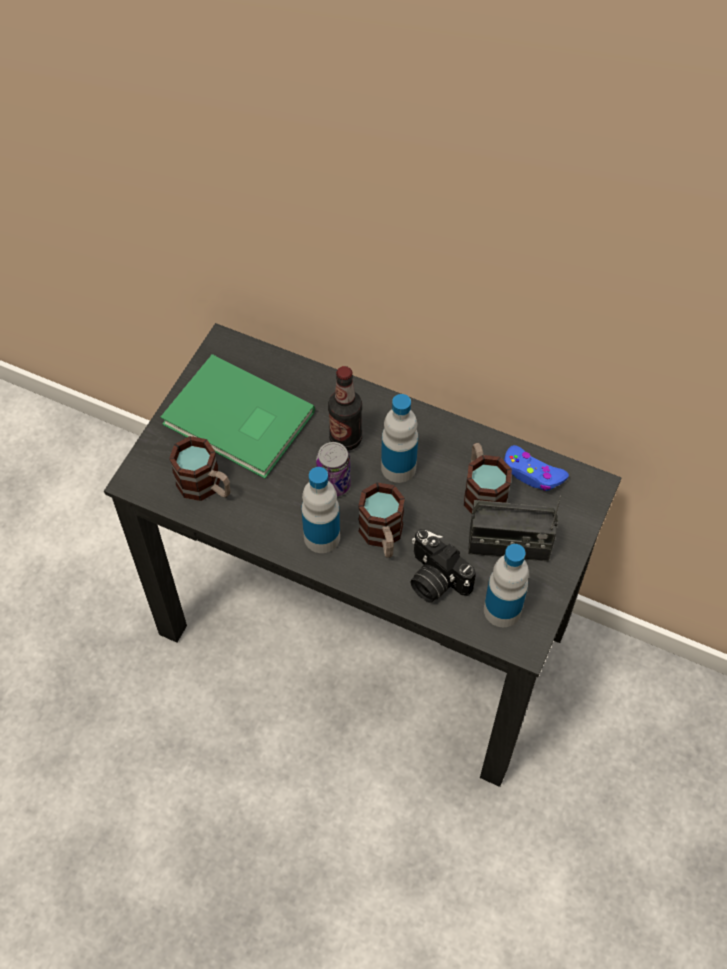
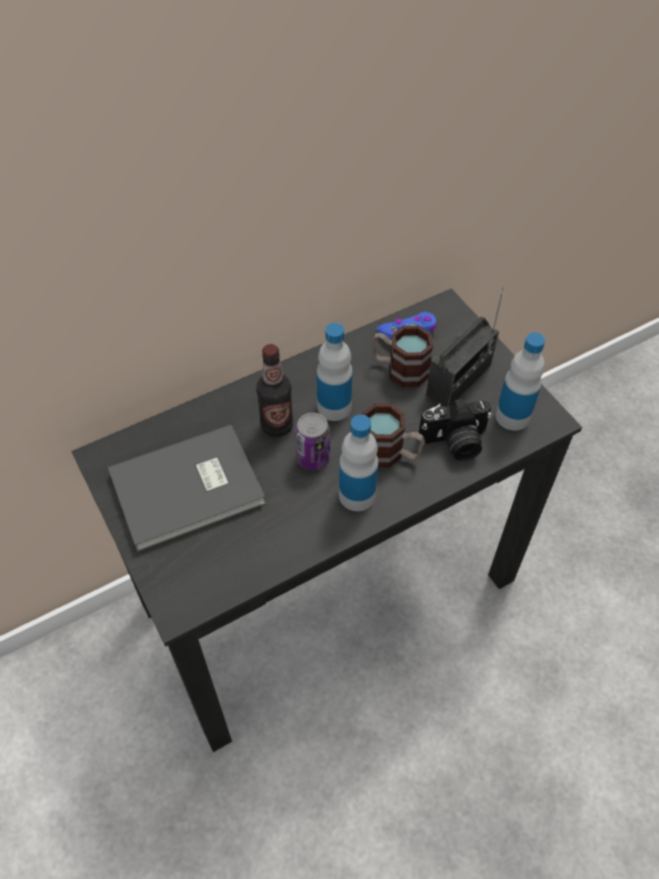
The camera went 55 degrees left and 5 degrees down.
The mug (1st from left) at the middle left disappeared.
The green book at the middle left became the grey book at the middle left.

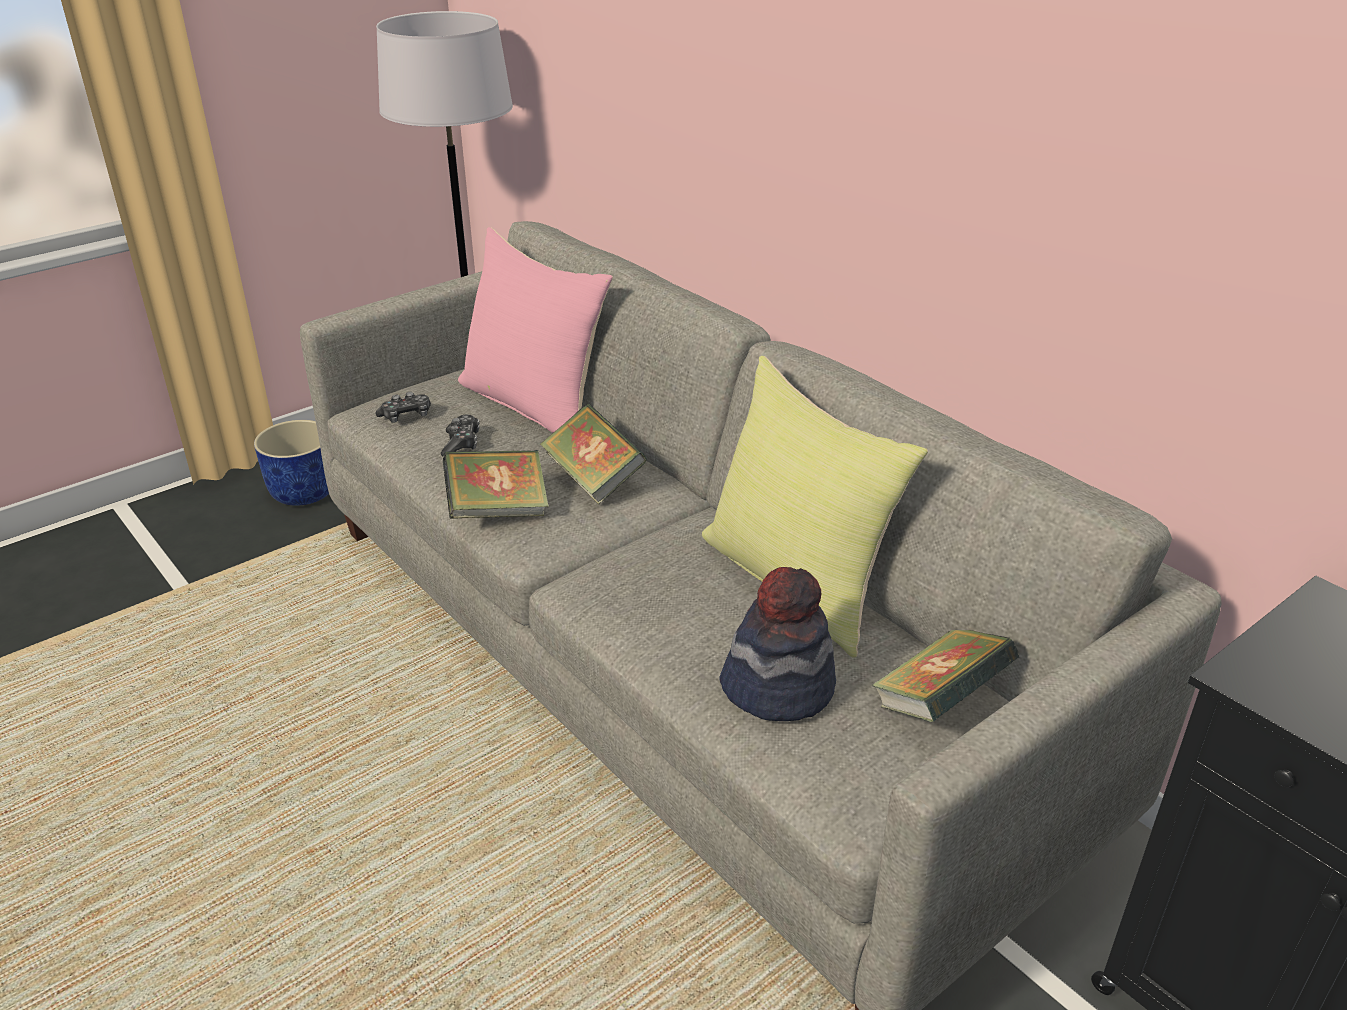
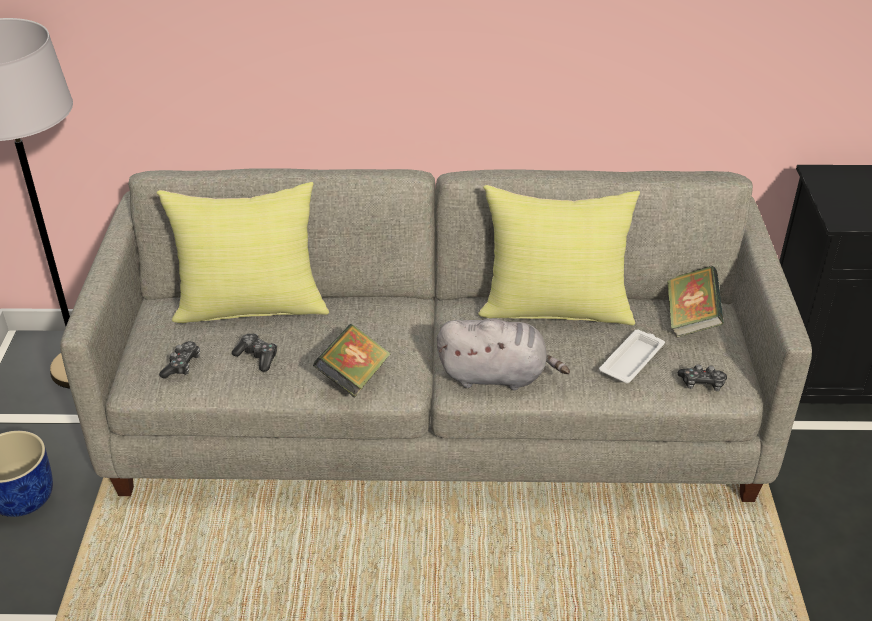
The camera went 50 degrees left and 5 degrees up.
The book (2nd from left) at the centre disappeared.
The grey plush toy at the centre appeared.
The game controller (3rd from left) at the middle right appeared.
The hat at the centre was replaced by the white tray at the middle right.
The pink pillow at the top centre became the yellow pillow (1st from left) at the middle left.

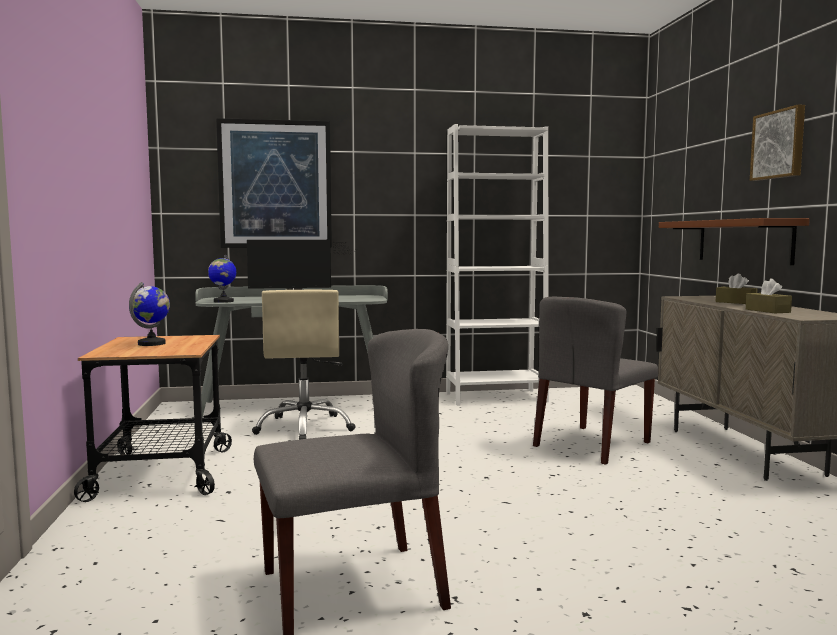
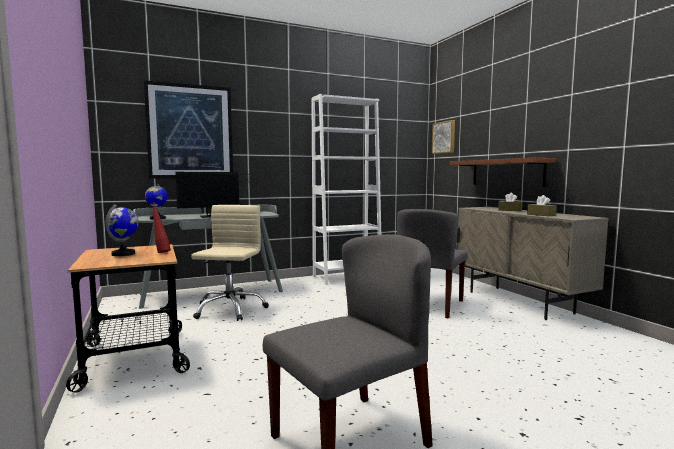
The camera went 15 degrees left and 0 degrees up.
The red bottle at the middle left appeared.
The picture (2nd from left) moved from the top right to the top centre.
The beige office chair at the centre turned 150 degrees counterclockwise.

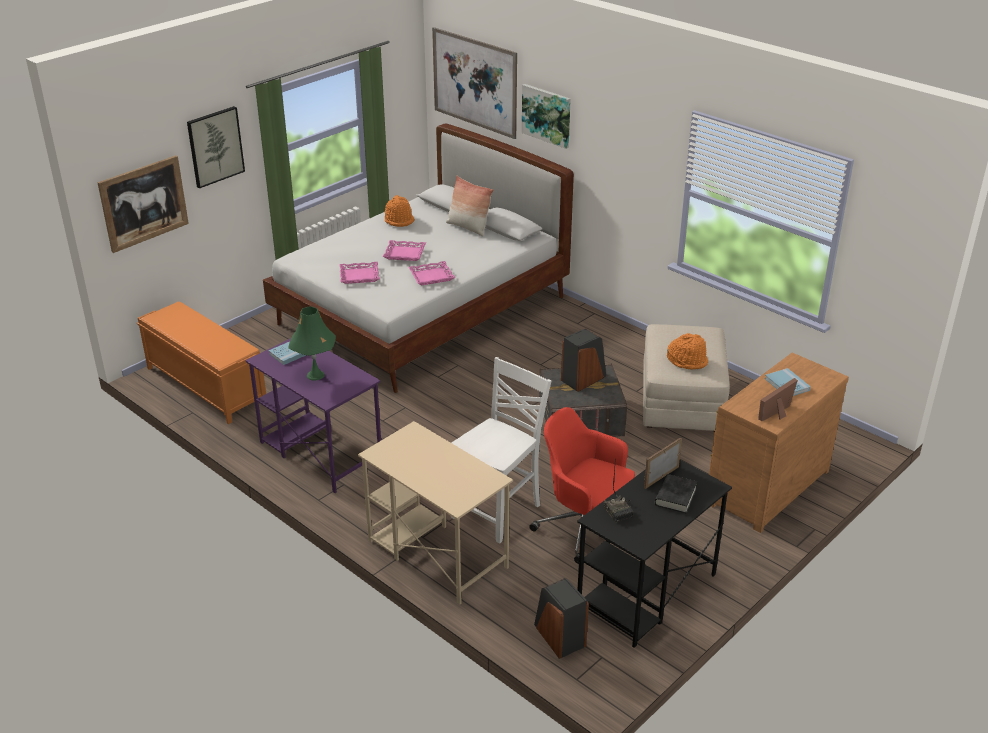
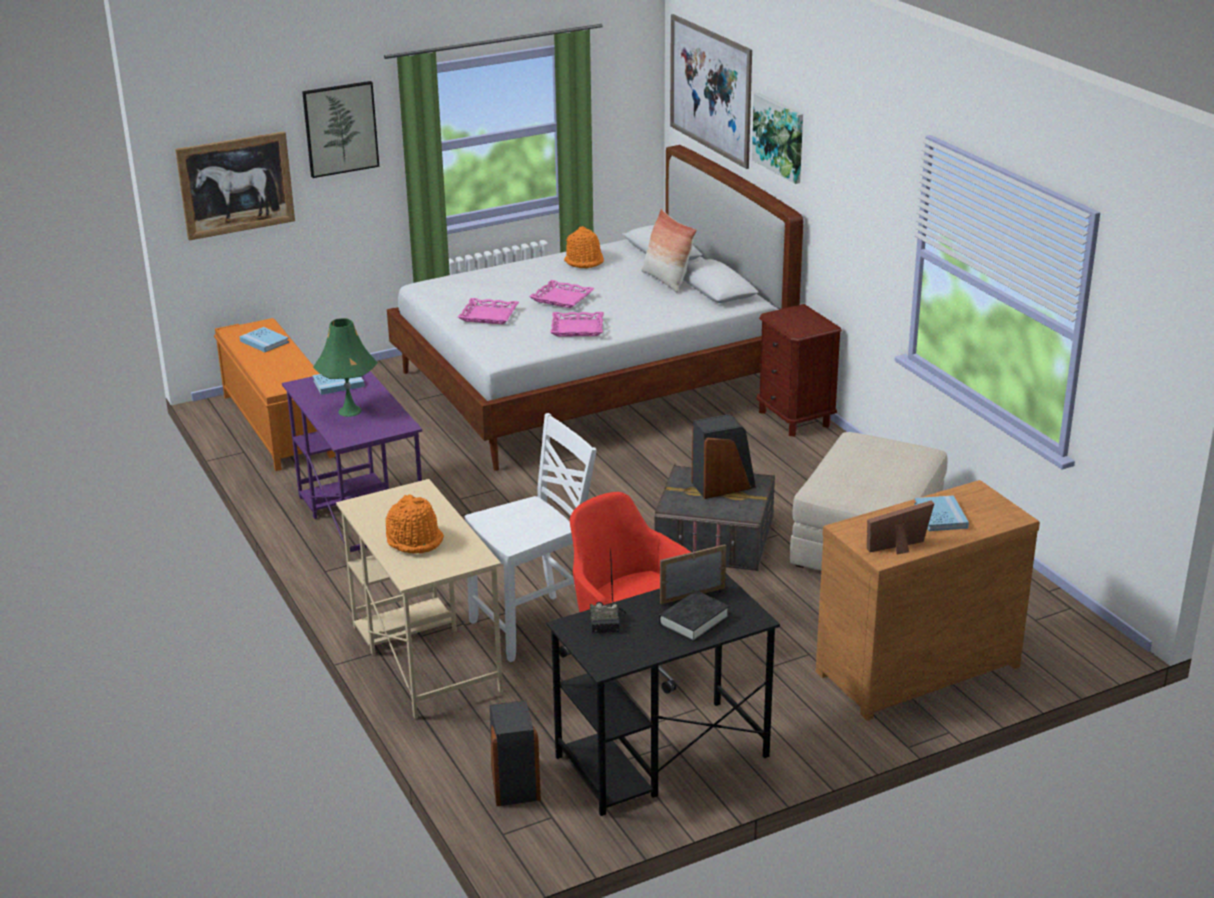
The camera went 20 degrees right and 5 degrees down.
The blue book (1st from left) at the middle left appeared.
The brown nightstand at the centre appeared.
The orange hat (2nd from left in the first image) moved from the middle right to the centre.

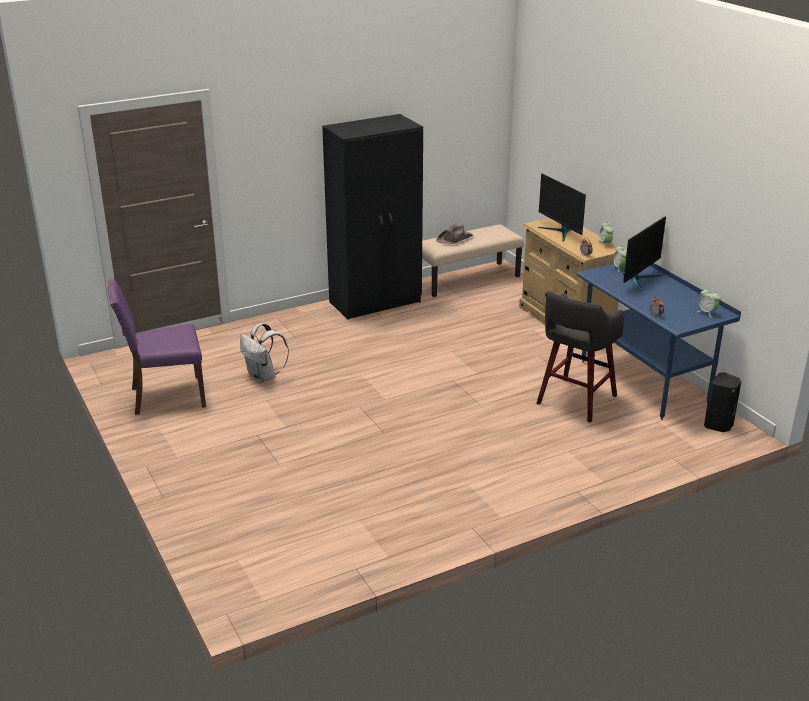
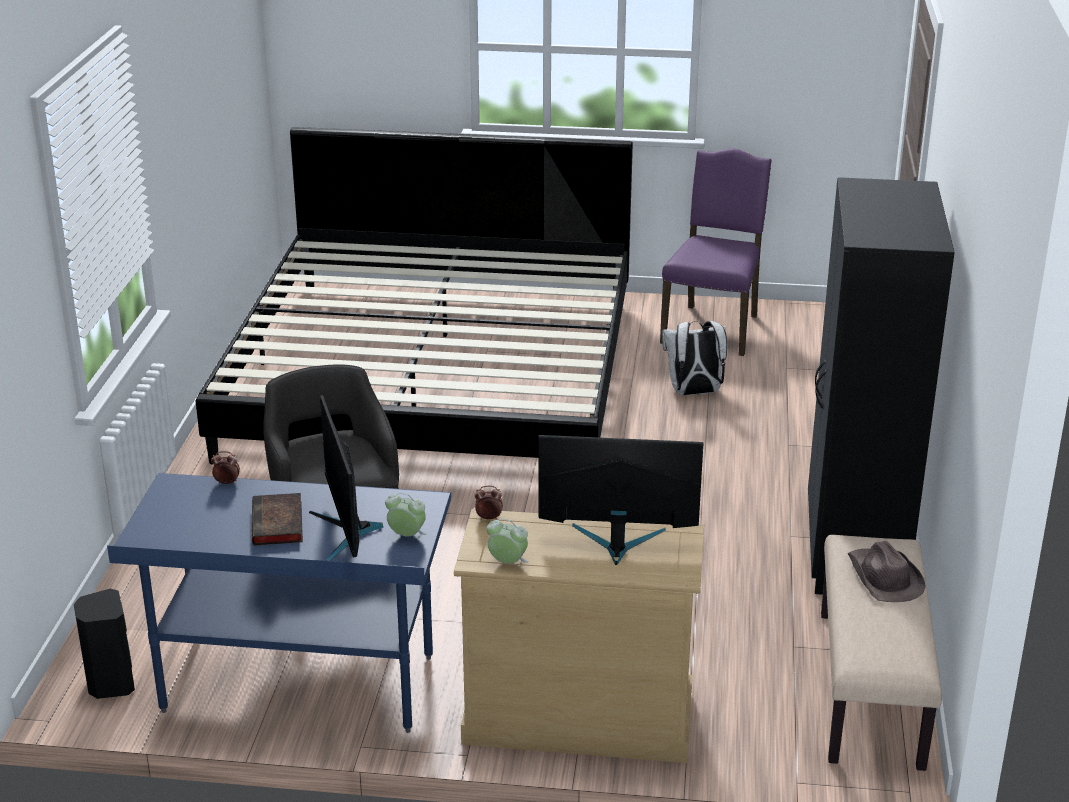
The camera went 125 degrees right and 0 degrees up.
The alarm clock (5th from left) at the middle right disappeared.
The bed at the centre appeared.
The book at the middle left appeared.

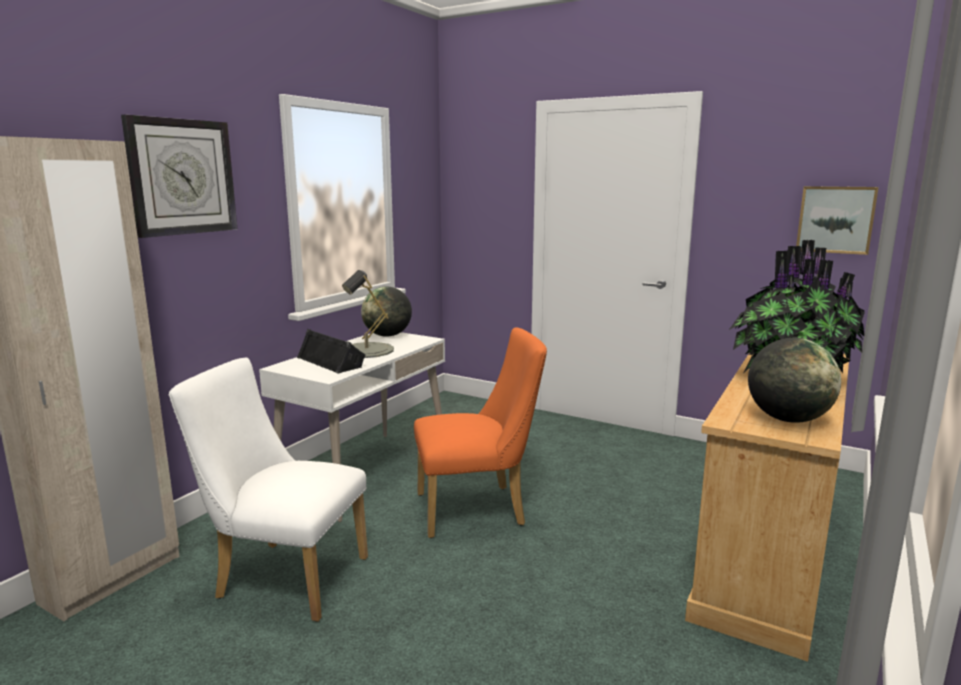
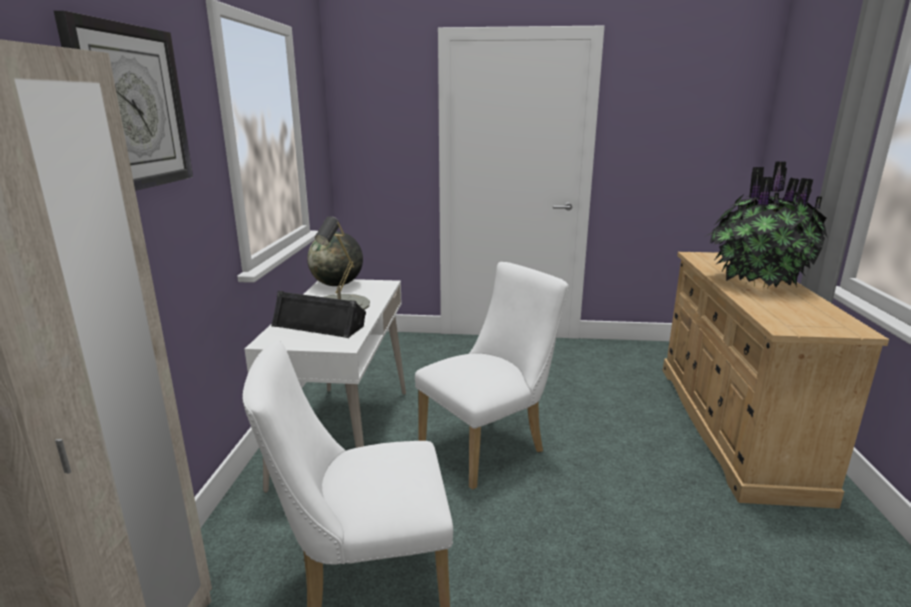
The camera went 25 degrees left and 5 degrees up.
The globe (2nd from left) at the middle right disappeared.
The picture at the top right disappeared.
The orange chair at the centre became the white chair (2nd from left) at the centre.

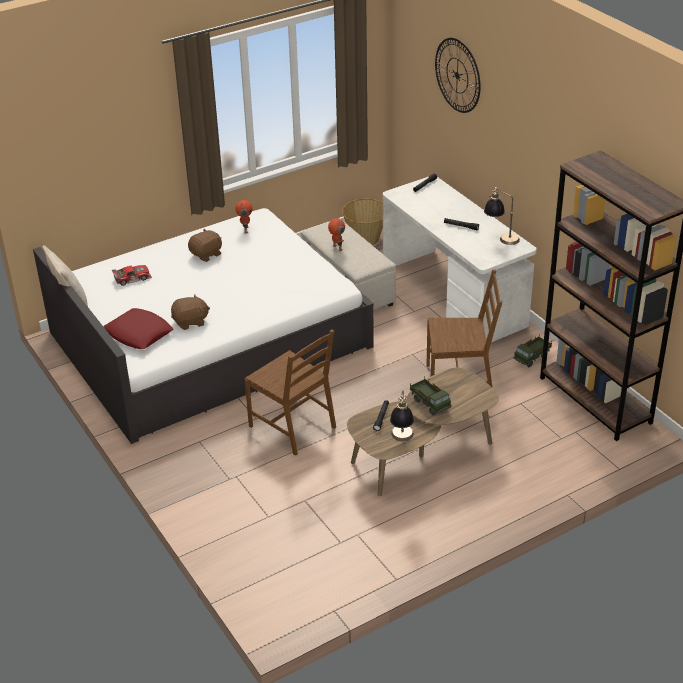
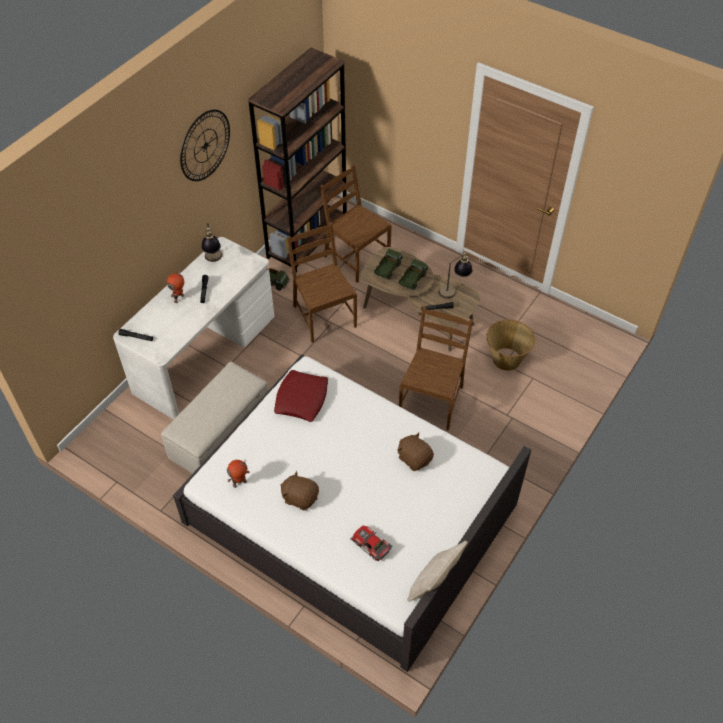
The camera went 115 degrees left and 15 degrees up.
The brown chair (2nd from left) at the top centre appeared.
The toy truck (2nd from left) at the centre appeared.
The red pillow moved from the middle left to the centre.
The toy robot (2nd from left in the first image) moved from the centre to the middle left.
The basket moved from the top centre to the middle right.
The wall clock moved from the top right to the top left.

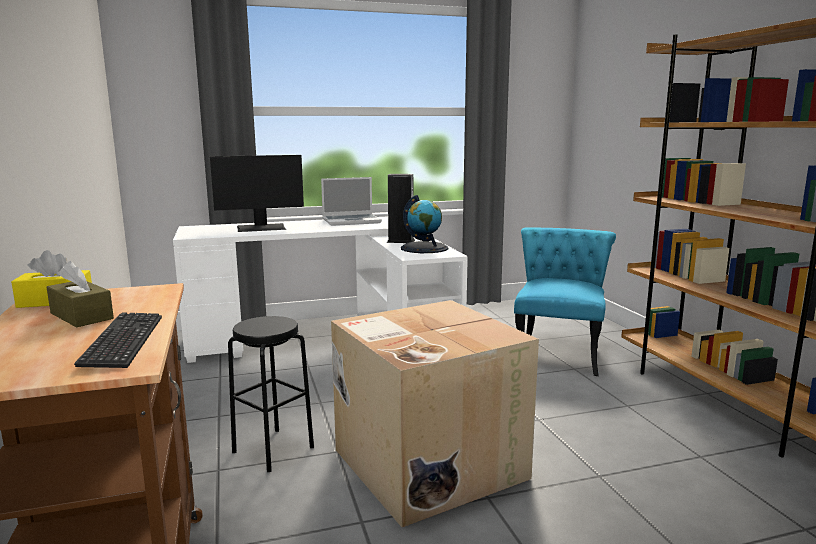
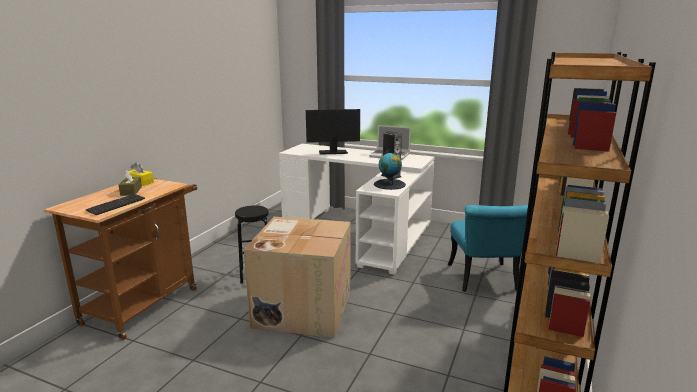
The camera went 40 degrees right and 5 degrees up.
The monitor at the middle left turned 150 degrees clockwise.
The turquoise chair at the middle right turned 120 degrees clockwise.

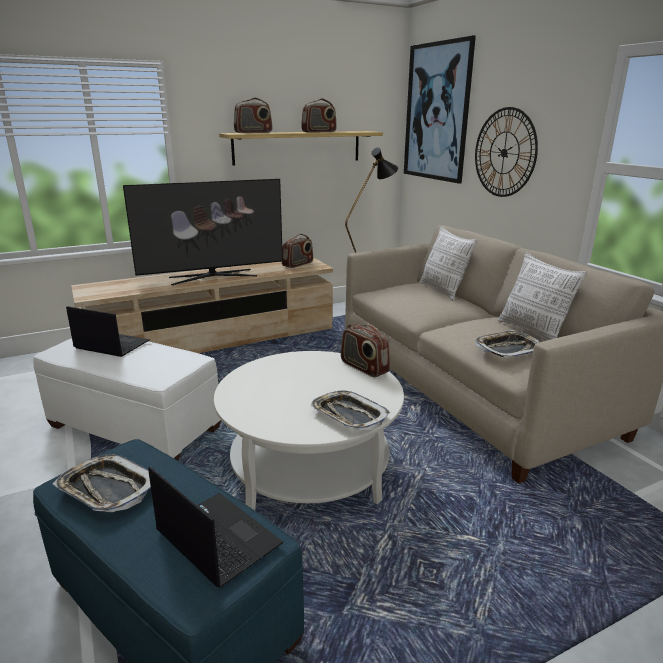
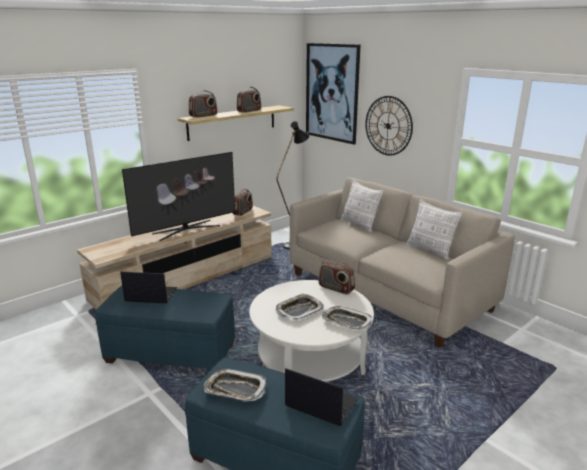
The camera went 15 degrees left and 0 degrees up.
The tray (3rd from left in the first image) moved from the middle right to the centre.
The white ottoman at the middle left became the blue ottoman (1st from left) at the bottom left.

